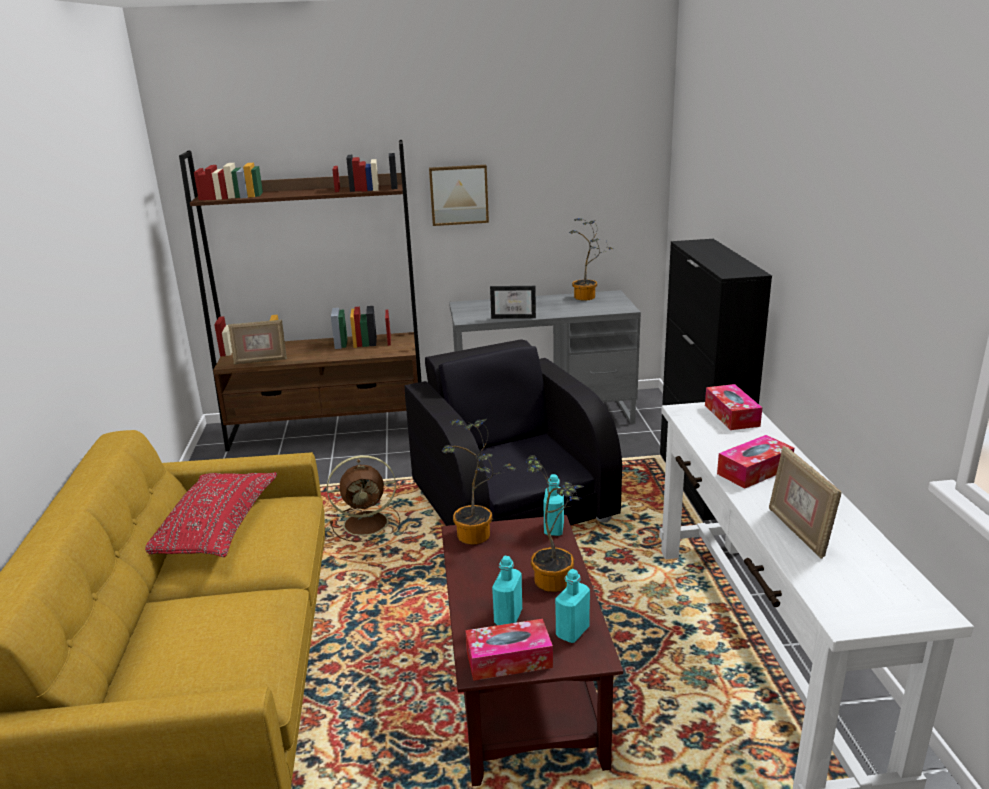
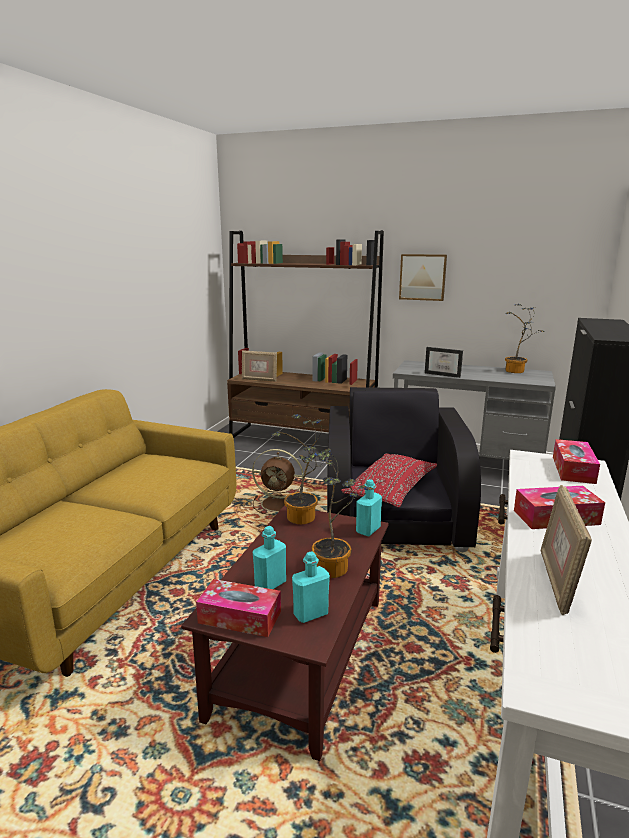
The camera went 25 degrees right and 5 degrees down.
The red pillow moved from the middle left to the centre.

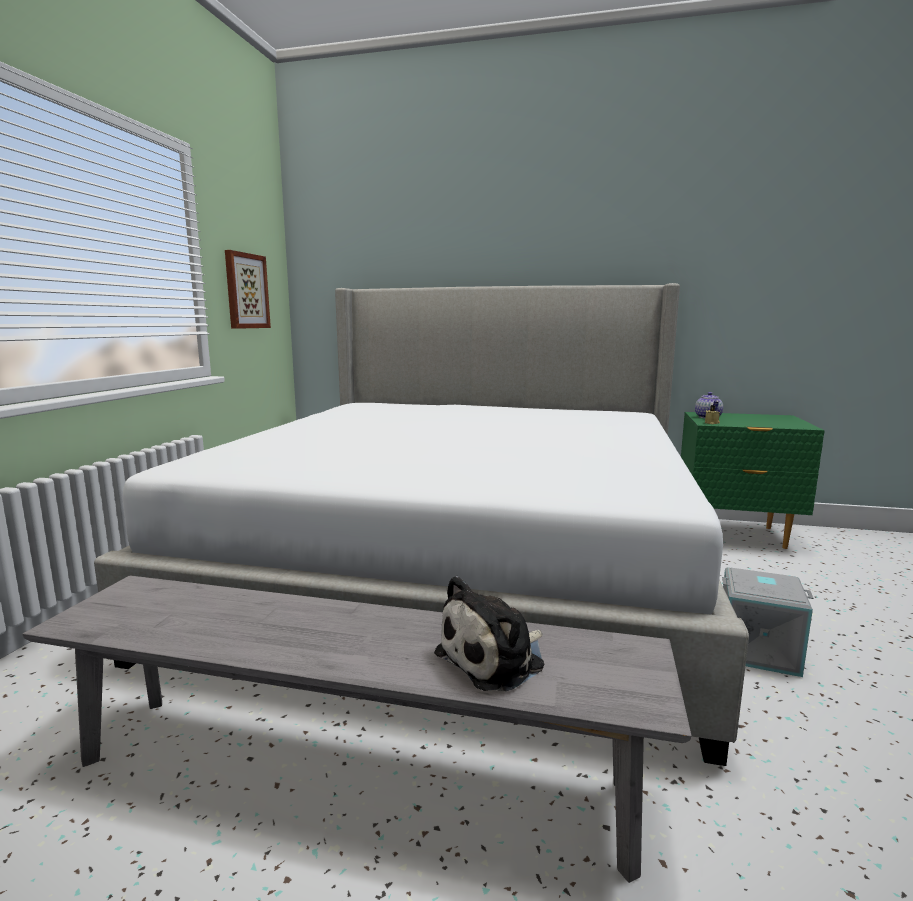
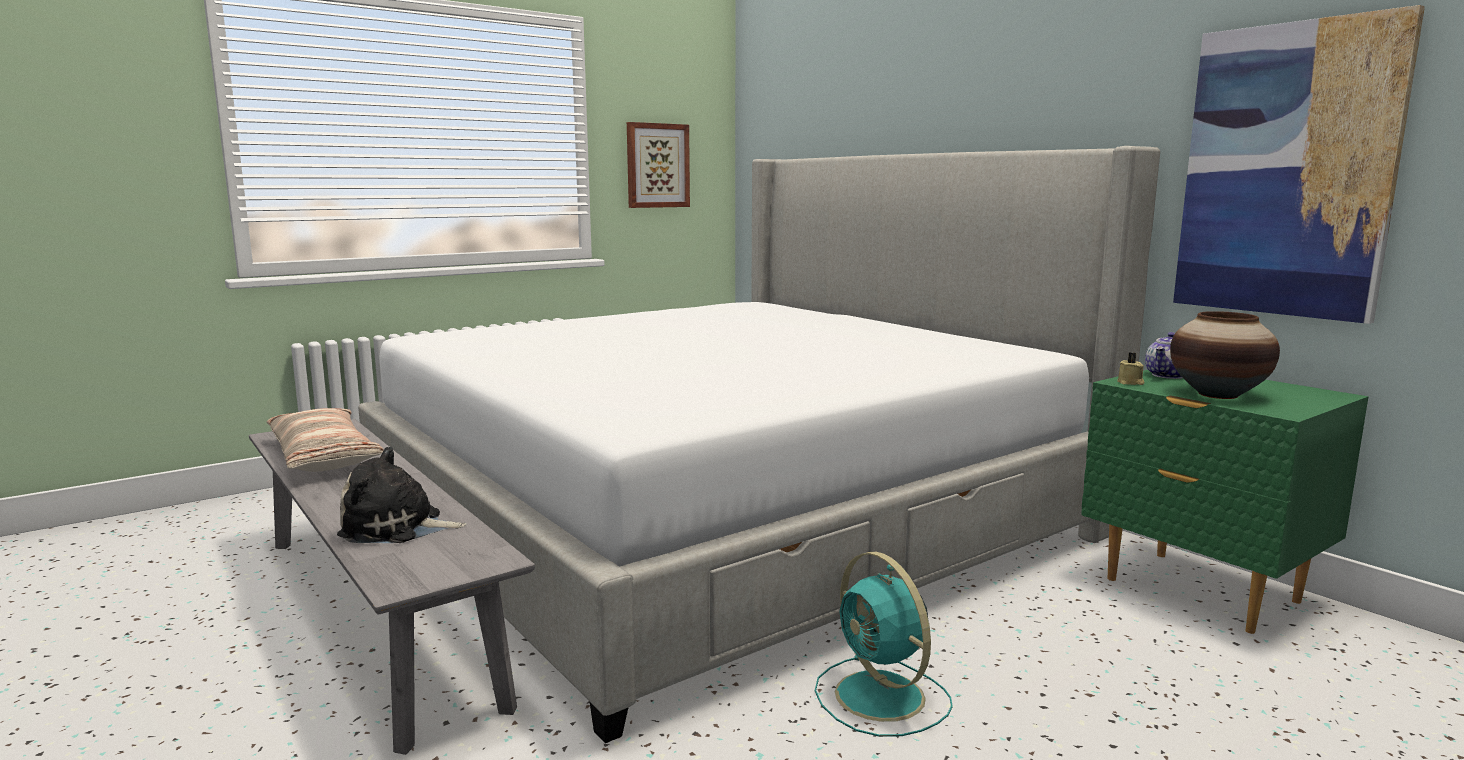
The camera went 40 degrees right and 0 degrees up.
The pillow at the middle left appeared.
The vase at the middle right appeared.
The picture (2nd from left) at the top right appeared.
The grey storage box at the bottom right was replaced by the turquoise fan at the bottom centre.

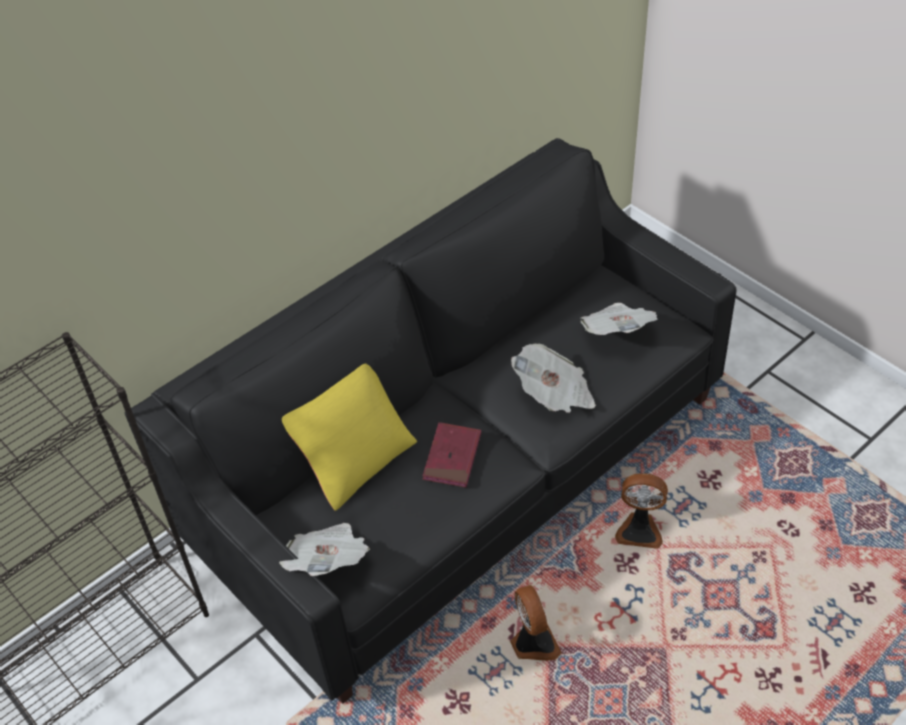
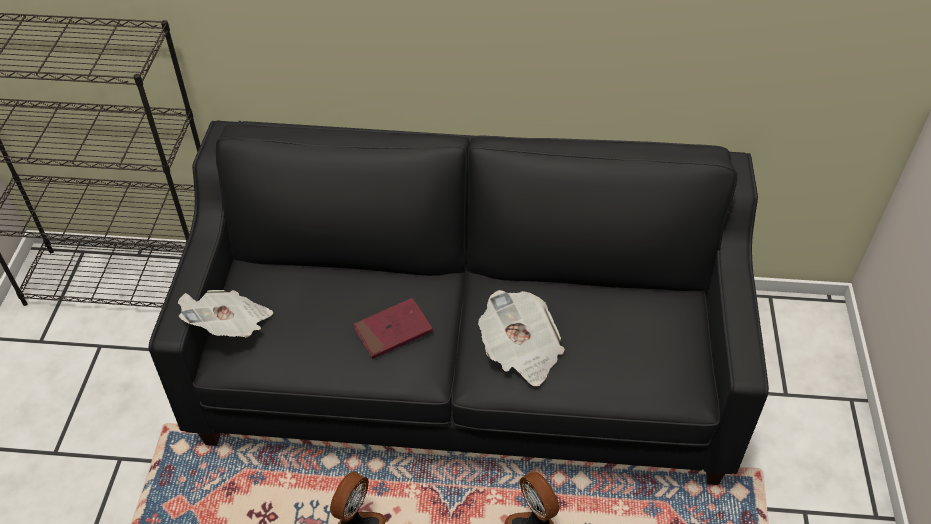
The camera went 45 degrees right and 0 degrees up.
The yellow pillow at the centre disappeared.
The newspaper (3rd from left) at the middle right disappeared.

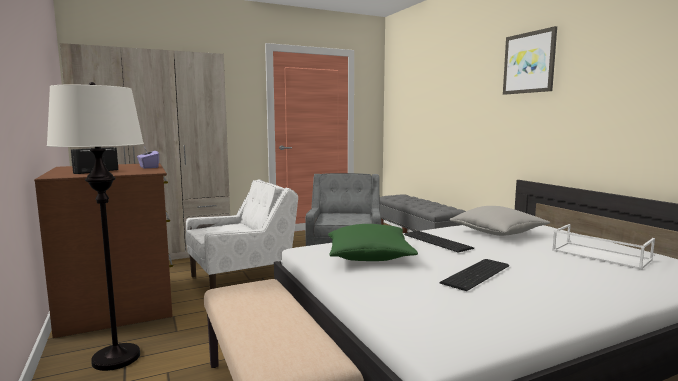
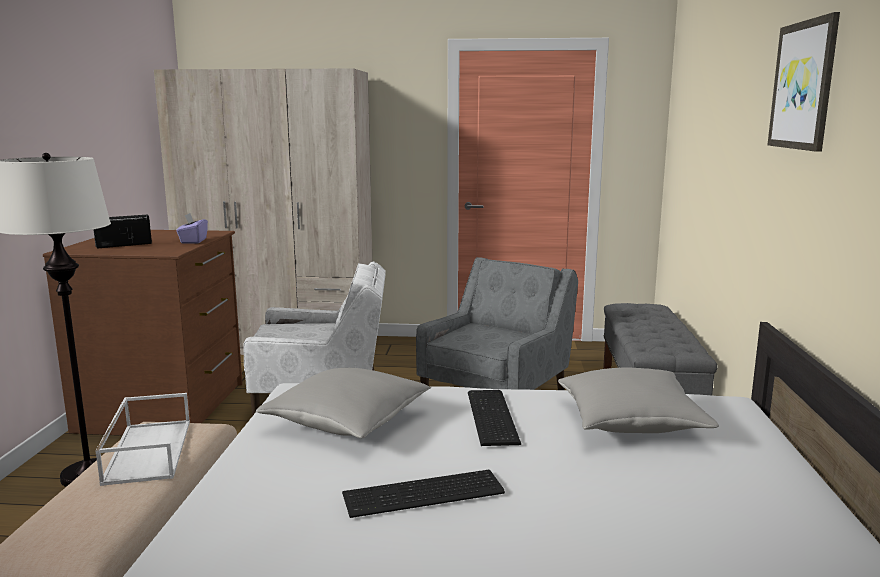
The camera went 30 degrees right and 5 degrees up.
The white tray moved from the middle right to the bottom left.
The green pillow at the centre became the grey pillow (1st from left) at the bottom centre.

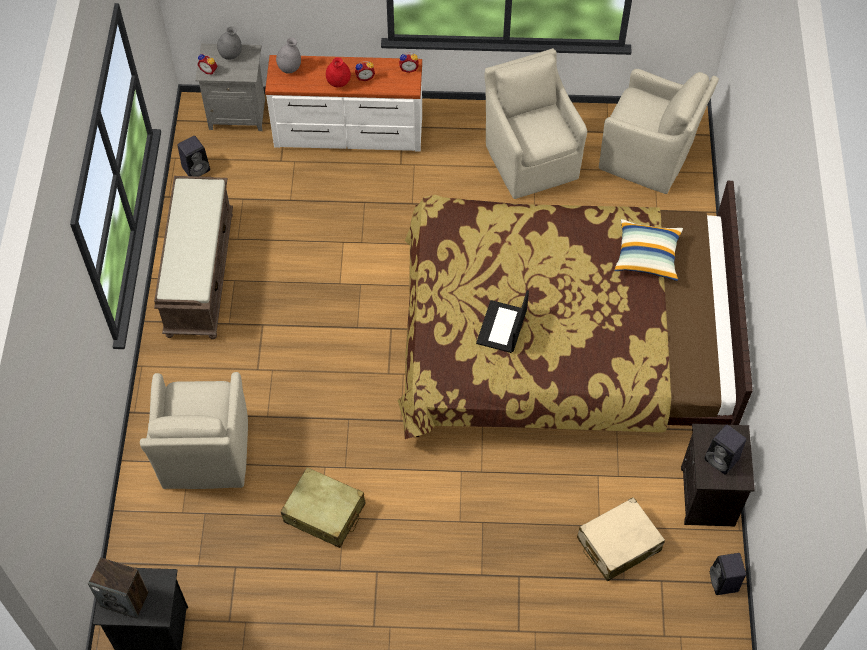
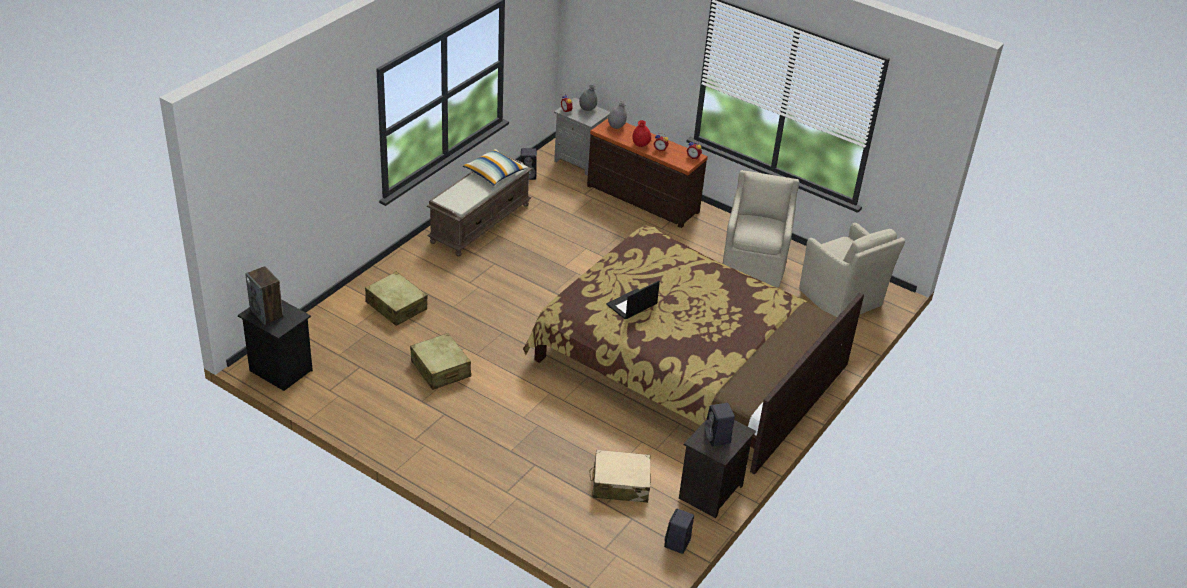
The camera went 30 degrees right and 20 degrees down.
The pillow moved from the middle right to the top centre.
The beige armchair (1st from left) at the middle left was replaced by the beige suitcase (1st from left) at the centre.
The white dresser at the top centre became the brown dresser at the top centre.

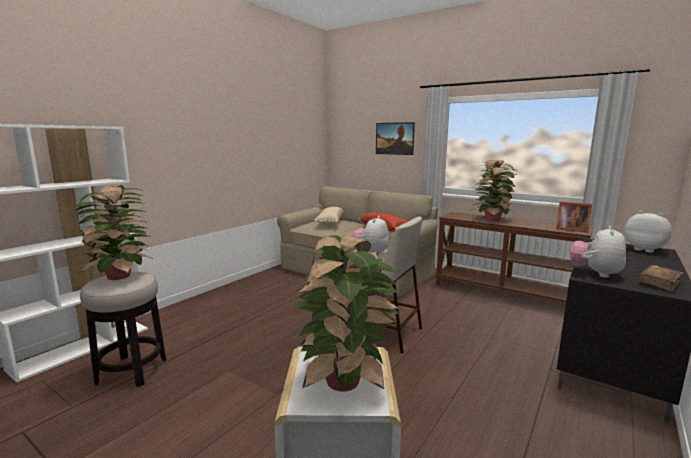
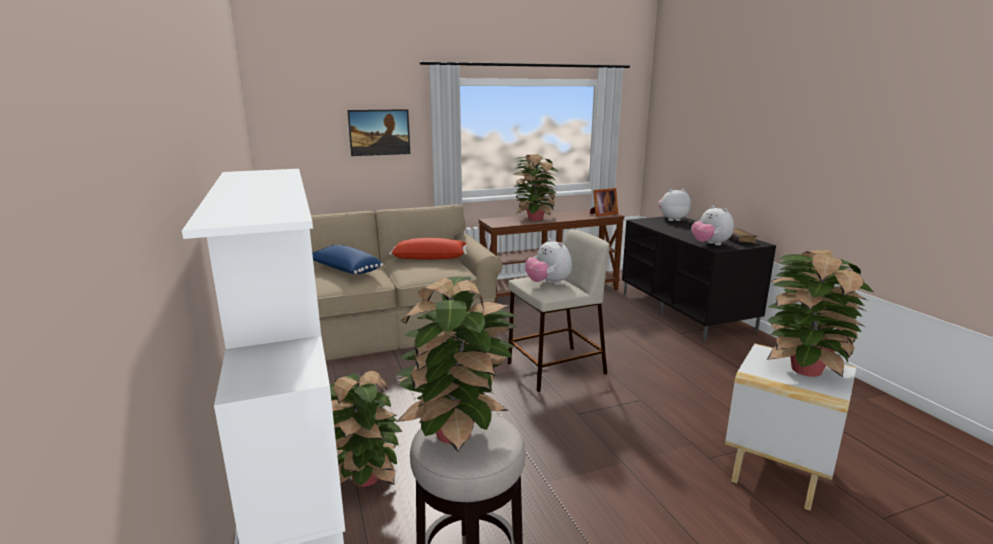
The camera went 55 degrees left and 5 degrees up.
The potted plant (1st from left) at the bottom centre appeared.
The beige pillow at the centre became the blue pillow at the centre.

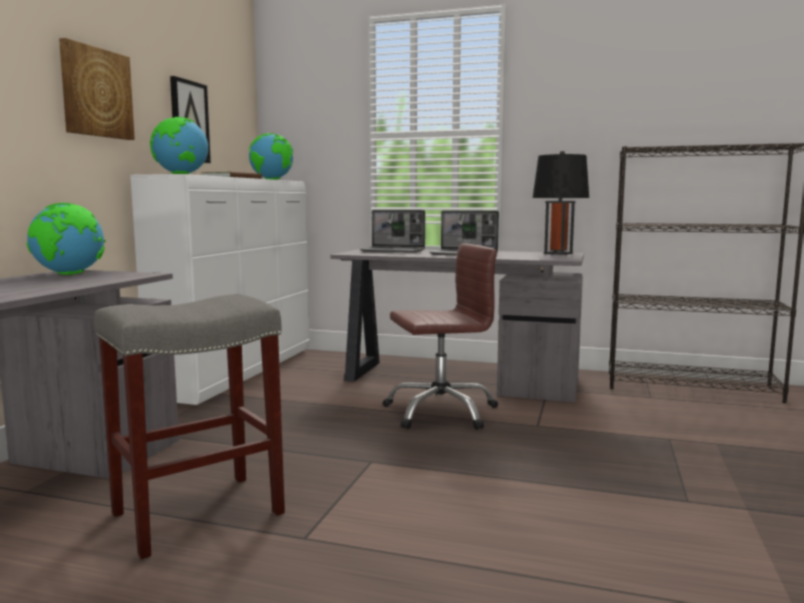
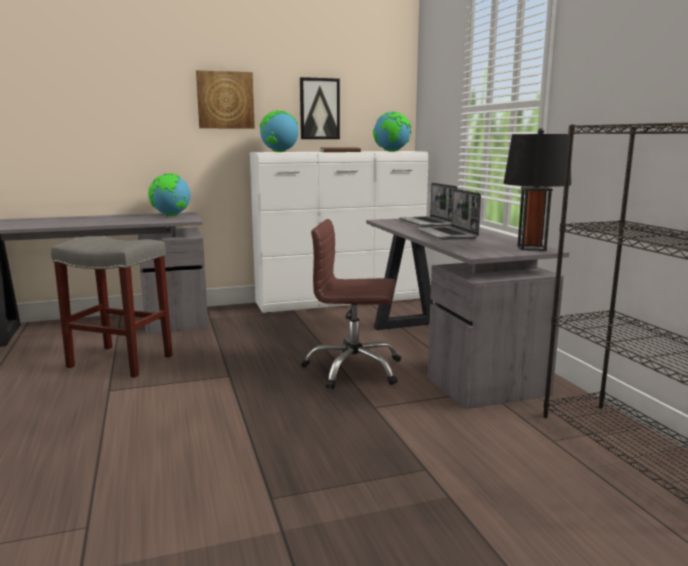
The camera went 55 degrees right and 5 degrees up.
The brown office chair at the centre turned 150 degrees clockwise.

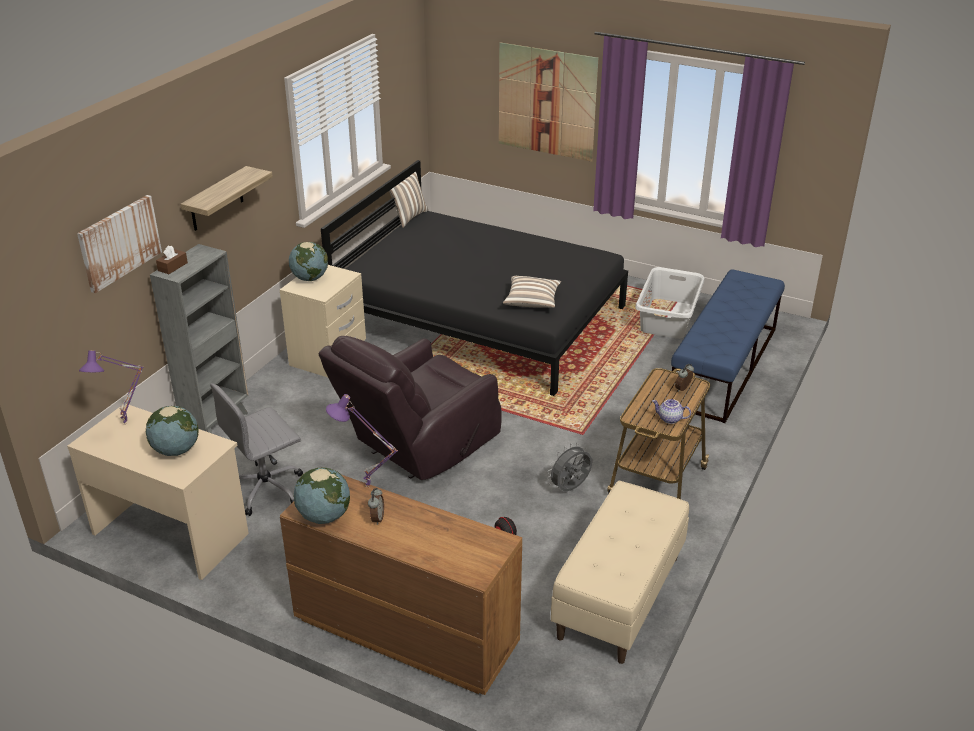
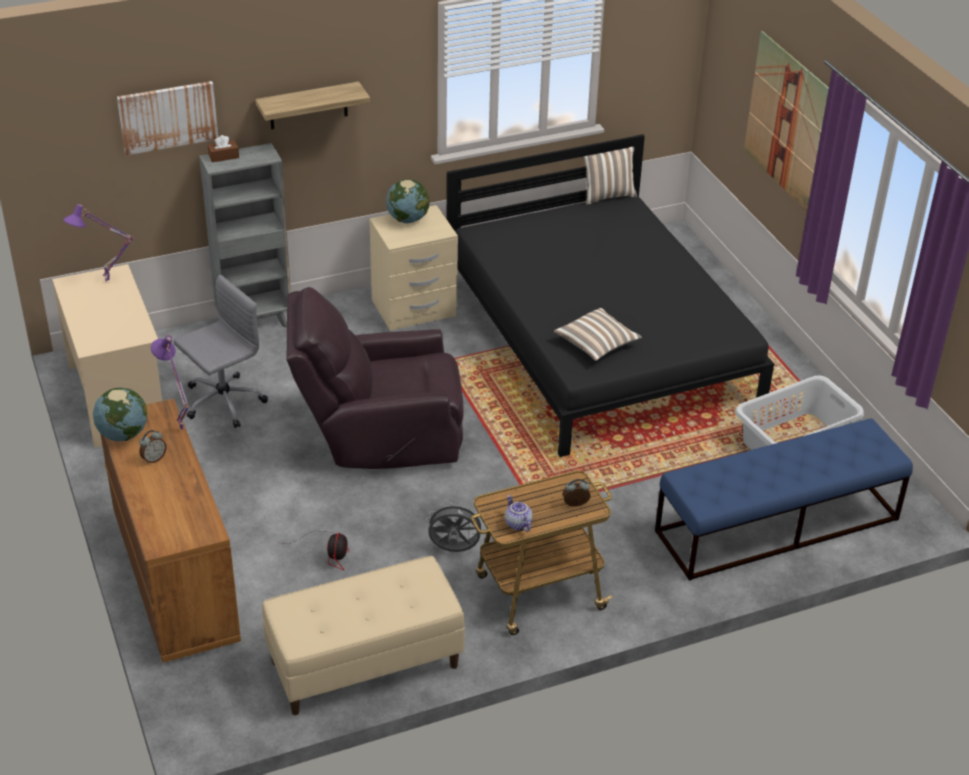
The camera went 40 degrees right and 5 degrees up.
The globe (1st from left) at the middle left disappeared.
The grey office chair at the middle left turned 135 degrees clockwise.

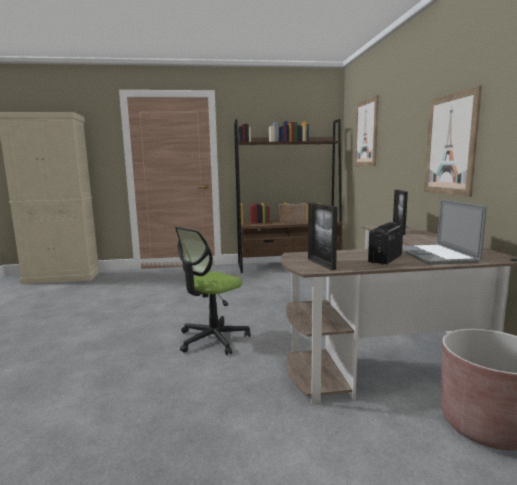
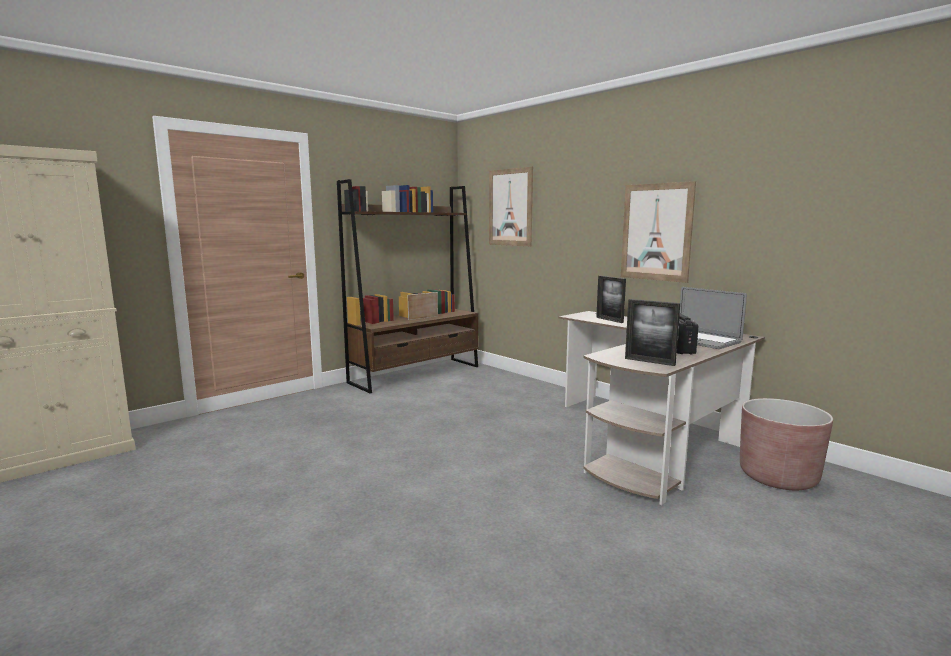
The camera went 35 degrees left and 0 degrees up.
The office chair at the centre disappeared.

